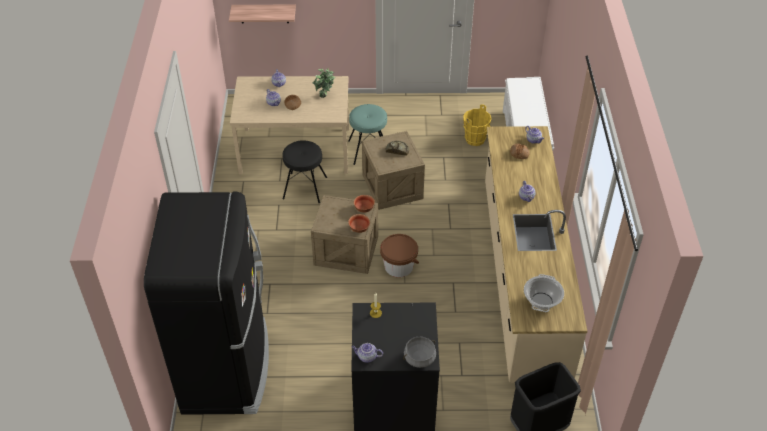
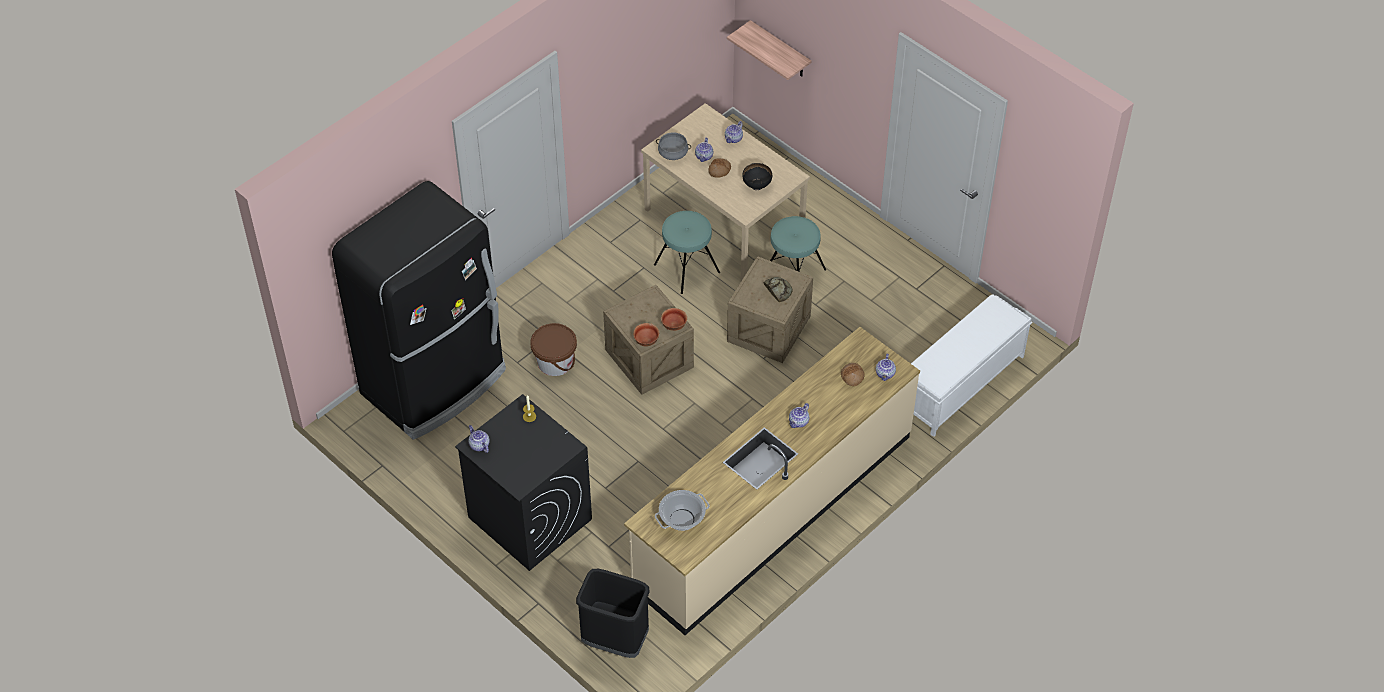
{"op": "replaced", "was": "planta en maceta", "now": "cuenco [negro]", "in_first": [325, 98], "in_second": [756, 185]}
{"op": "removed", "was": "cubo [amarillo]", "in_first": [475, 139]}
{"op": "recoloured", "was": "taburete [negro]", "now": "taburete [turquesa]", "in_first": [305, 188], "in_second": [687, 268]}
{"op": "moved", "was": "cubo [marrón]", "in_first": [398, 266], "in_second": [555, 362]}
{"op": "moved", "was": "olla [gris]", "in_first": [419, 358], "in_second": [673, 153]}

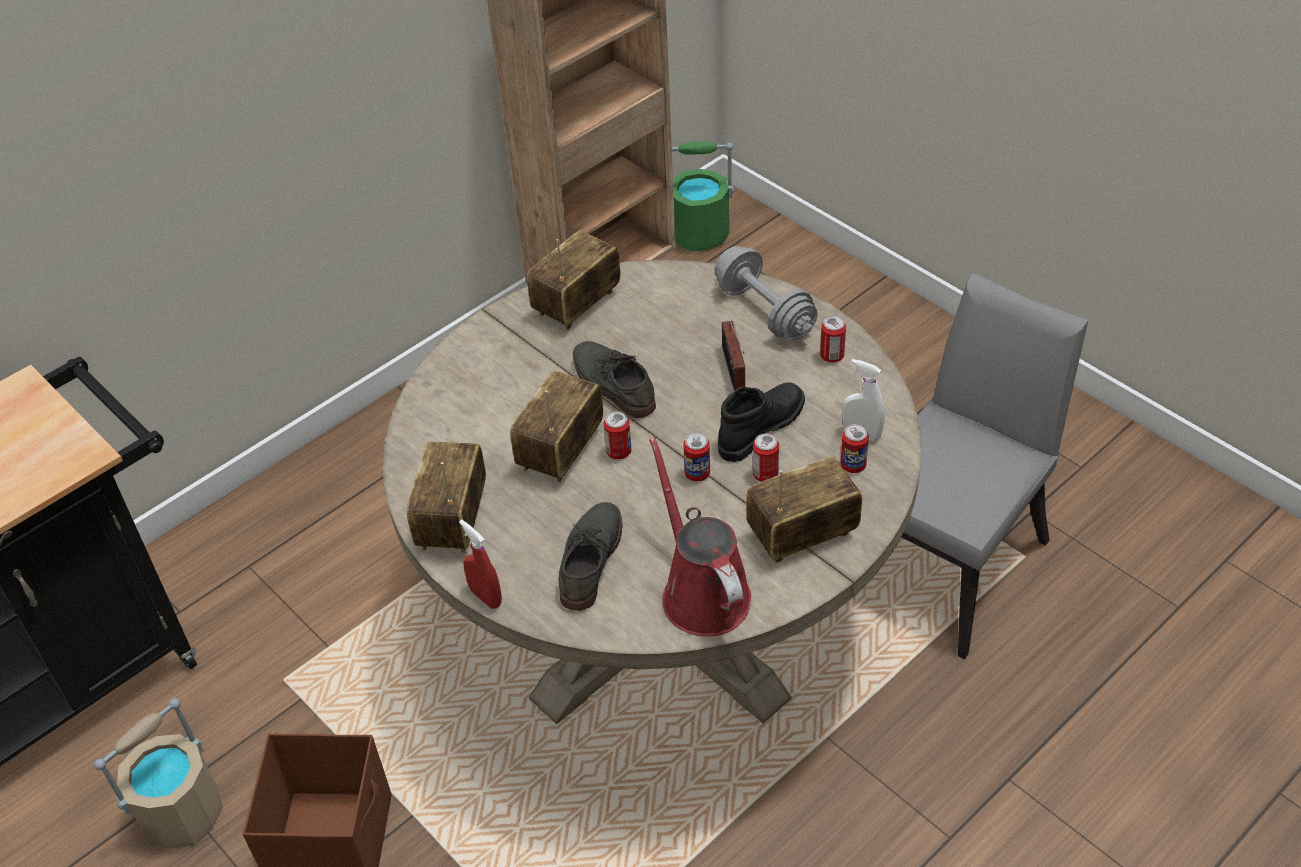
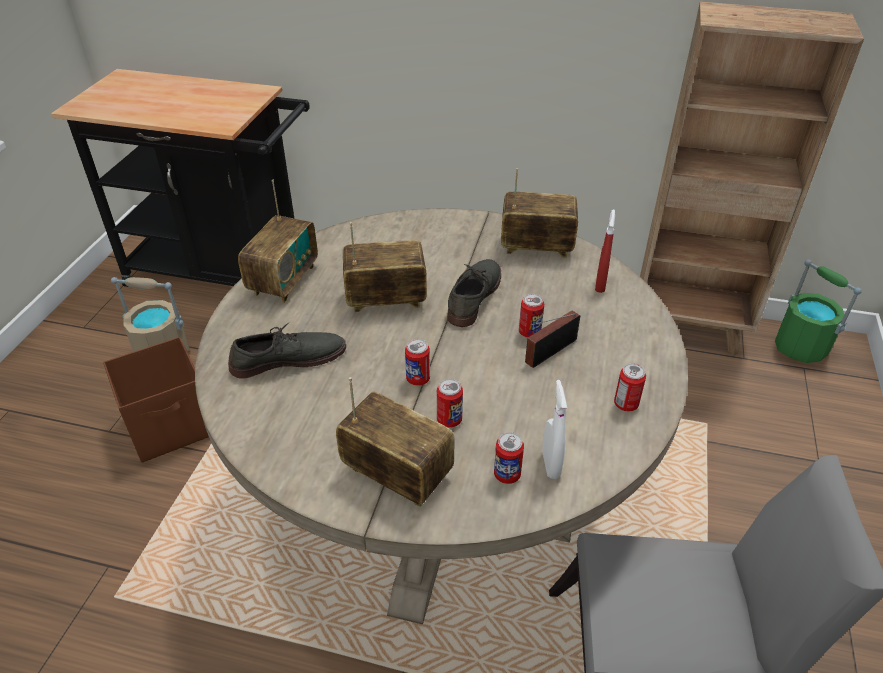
{"op": "removed", "was": "mancuerna [gris]", "in_first": [764, 311]}
{"op": "removed", "was": "bota [negro]", "in_first": [759, 427]}
{"op": "moved", "was": "lata", "in_first": [619, 452], "in_second": [529, 332]}
{"op": "removed", "was": "regadera [rojo]", "in_first": [701, 592]}
{"op": "turned", "was": "radio", "in_first": [453, 520], "in_second": [283, 280], "clockwise": 135}
{"op": "moved", "was": "pulverizador [rojo]", "in_first": [485, 597], "in_second": [600, 284]}

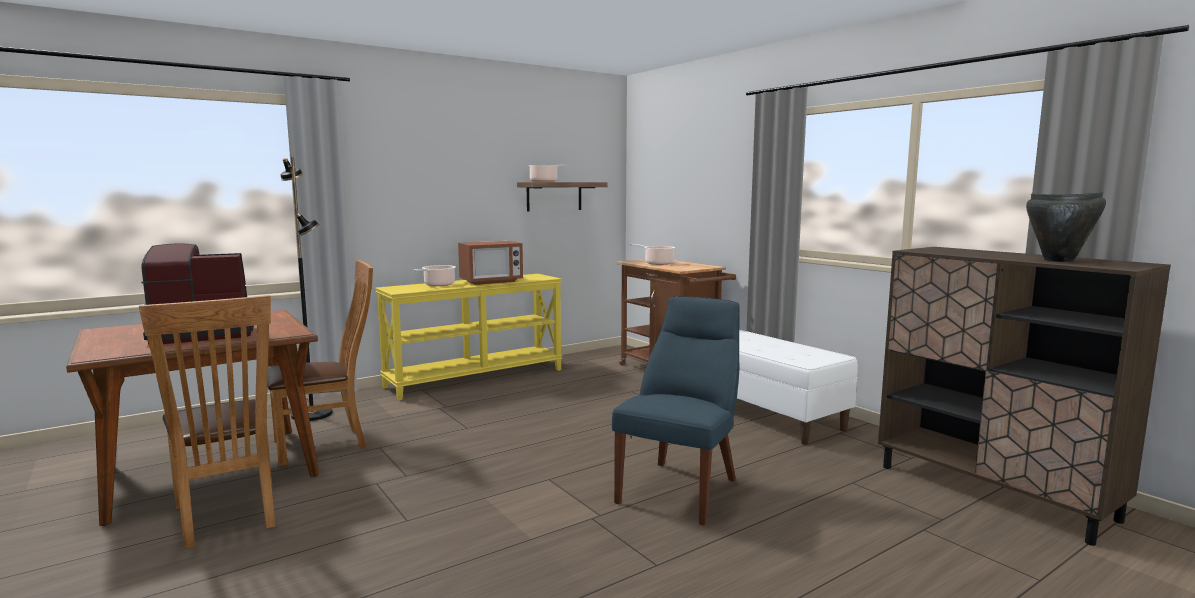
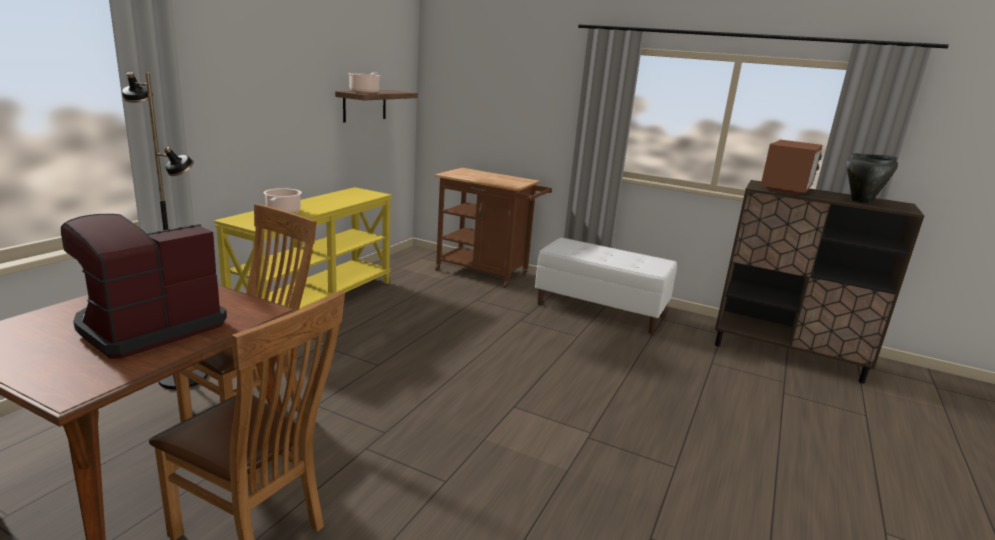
{"op": "moved", "was": "microondas", "in_first": [491, 281], "in_second": [786, 189]}
{"op": "removed", "was": "olla", "in_first": [657, 263]}
{"op": "removed", "was": "silla [azul]", "in_first": [681, 488]}

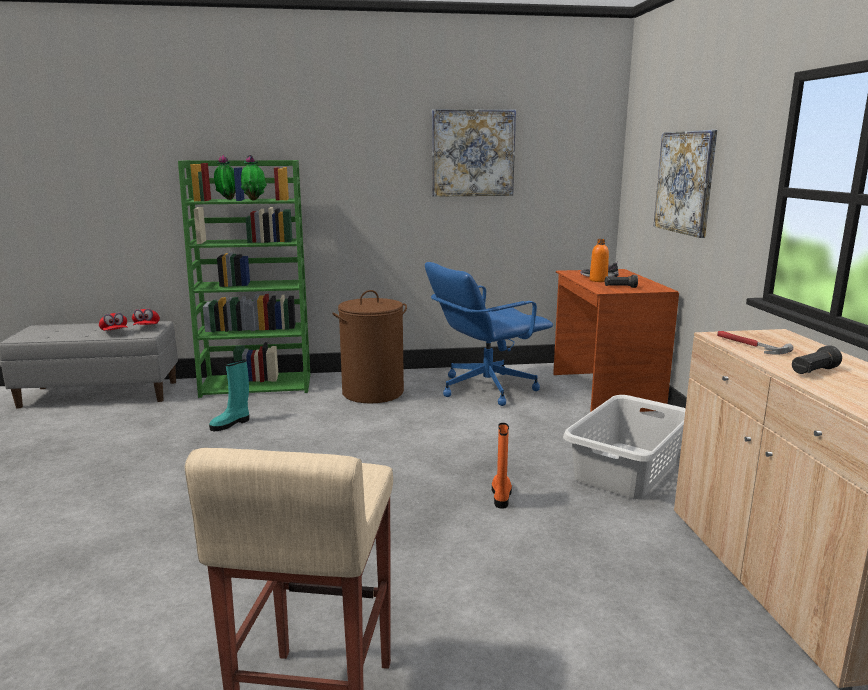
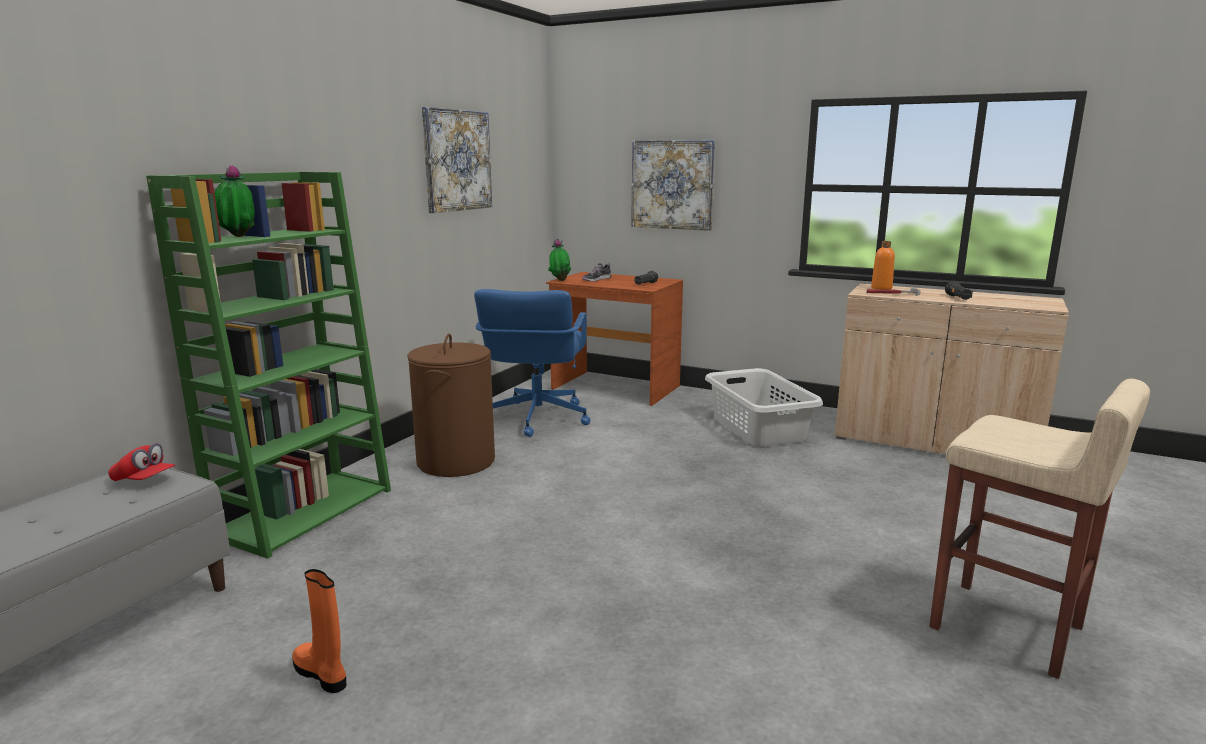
{"op": "moved", "was": "planta en maceta", "in_first": [254, 200], "in_second": [560, 280]}
{"op": "moved", "was": "botella [naranja]", "in_first": [598, 280], "in_second": [881, 288]}
{"op": "removed", "was": "gorra [rojo]", "in_first": [114, 333]}
{"op": "removed", "was": "bota [turquesa]", "in_first": [231, 424]}
{"op": "moved", "was": "bota [naranja]", "in_first": [501, 496], "in_second": [322, 674]}

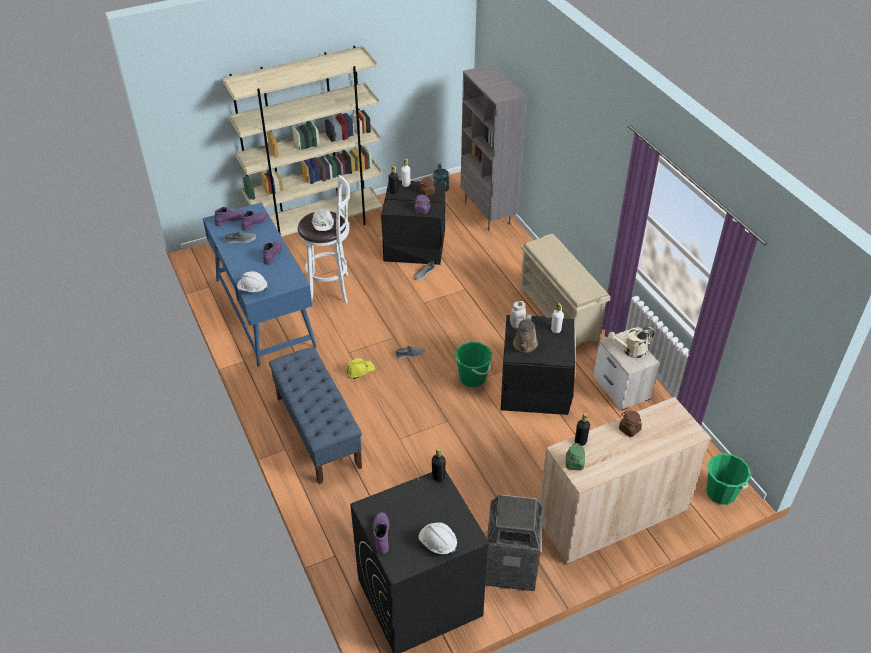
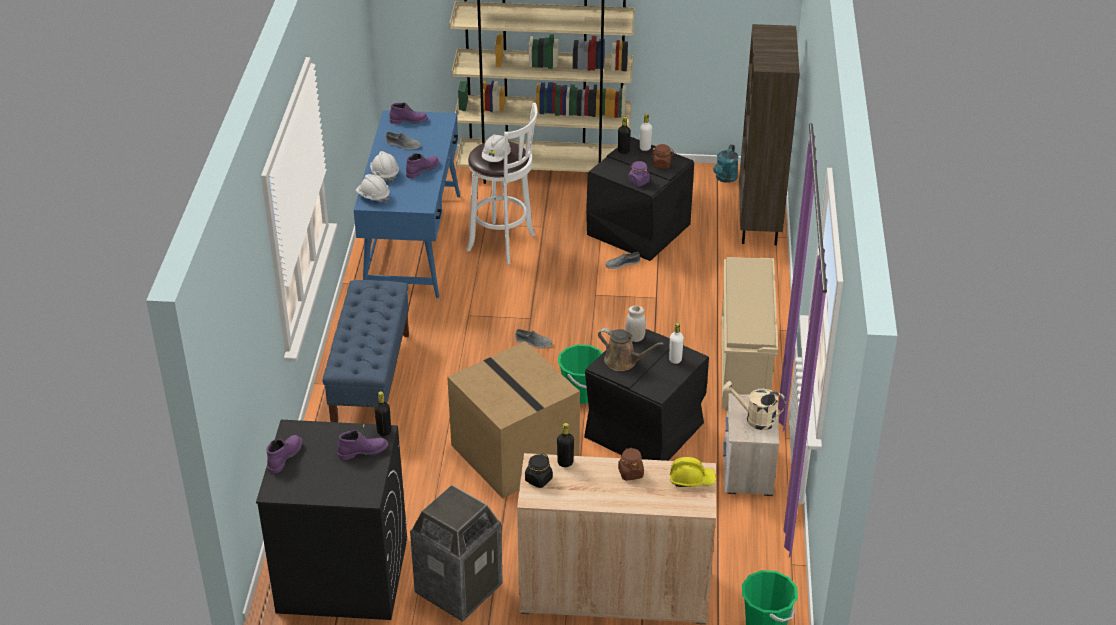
{"op": "recoloured", "was": "estantería [gris]", "now": "estantería [marrón]", "in_first": [488, 213], "in_second": [759, 223]}
{"op": "moved", "was": "bota [morado]", "in_first": [255, 223], "in_second": [363, 451]}
{"op": "turned", "was": "regadera [marrón]", "in_first": [525, 345], "in_second": [623, 361], "clockwise": -105}
{"op": "moved", "was": "casco [amarillo]", "in_first": [359, 371], "in_second": [691, 479]}
{"op": "recoloured", "was": "tarro [verde]", "now": "tarro [negro]", "in_first": [574, 463], "in_second": [538, 479]}
{"op": "moved", "was": "casco [blanco]", "in_first": [437, 543], "in_second": [384, 174]}
{"op": "added", "now": "caja de cartón", "in_second": [512, 452]}

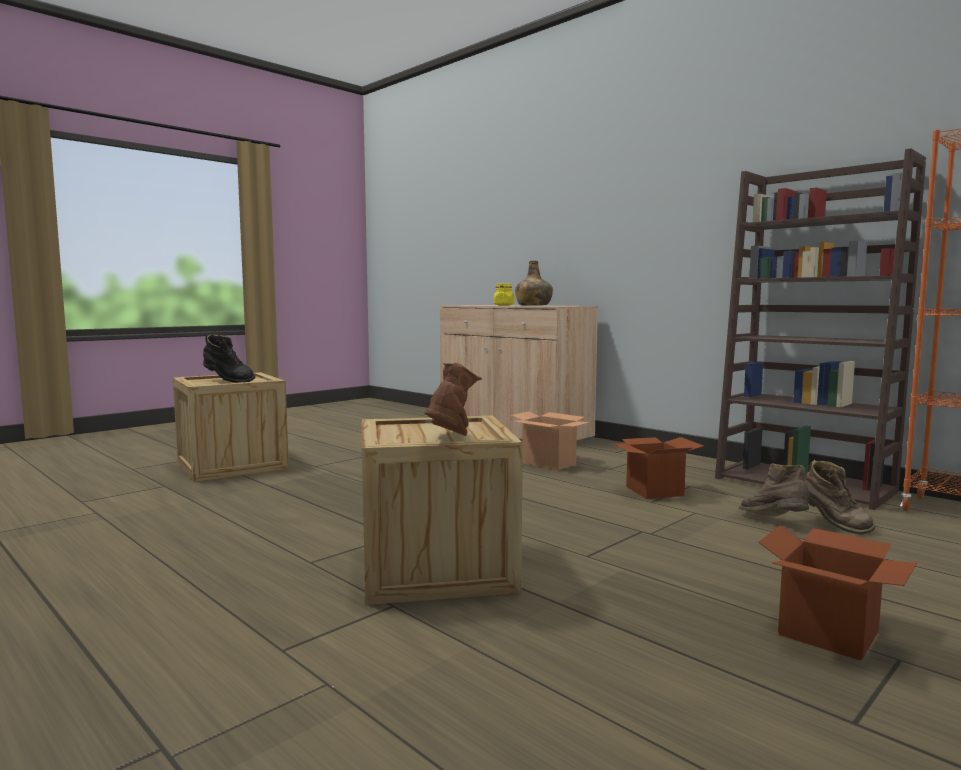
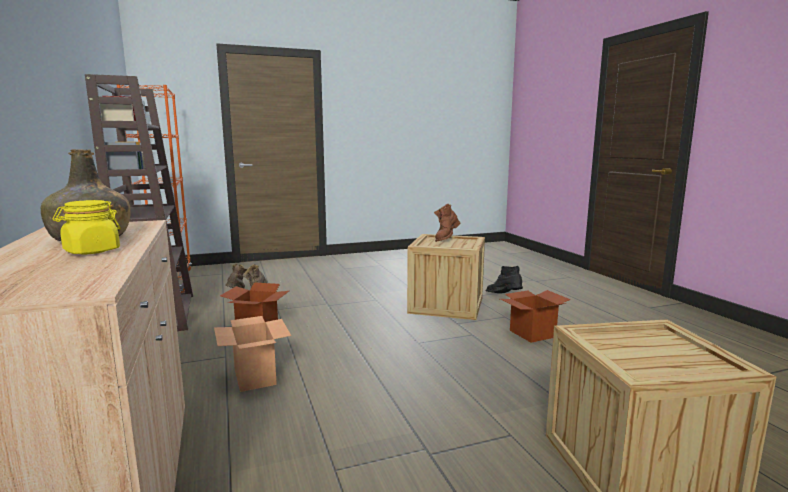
{"op": "moved", "was": "bota [negro]", "in_first": [227, 381], "in_second": [504, 296]}
{"op": "moved", "was": "caja de cartón", "in_first": [827, 633], "in_second": [532, 334]}

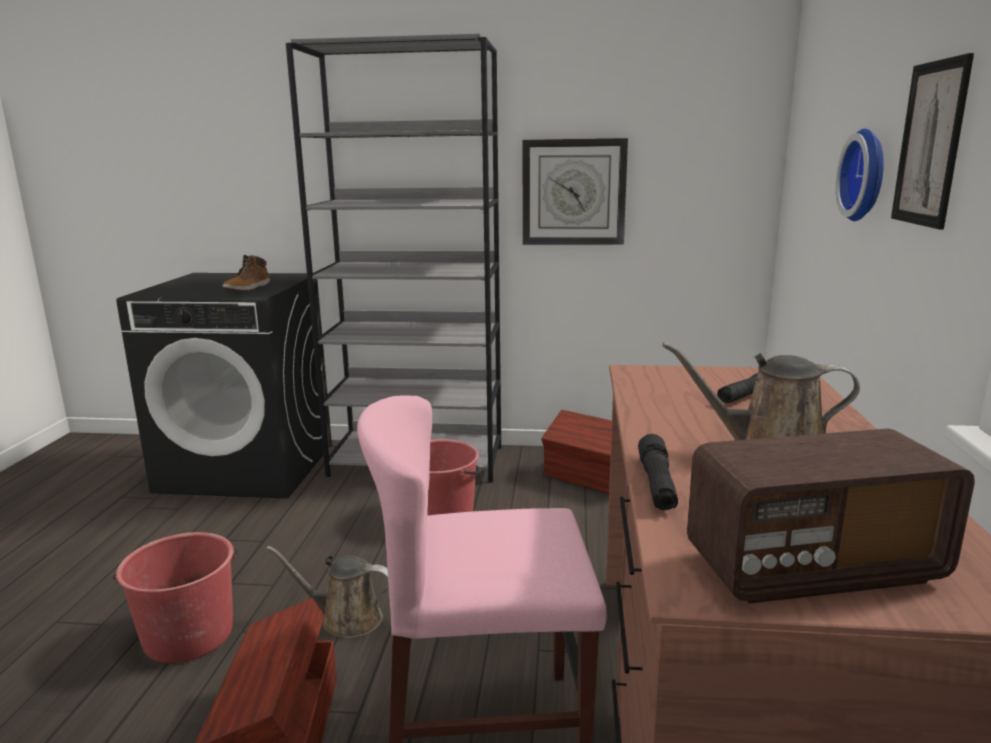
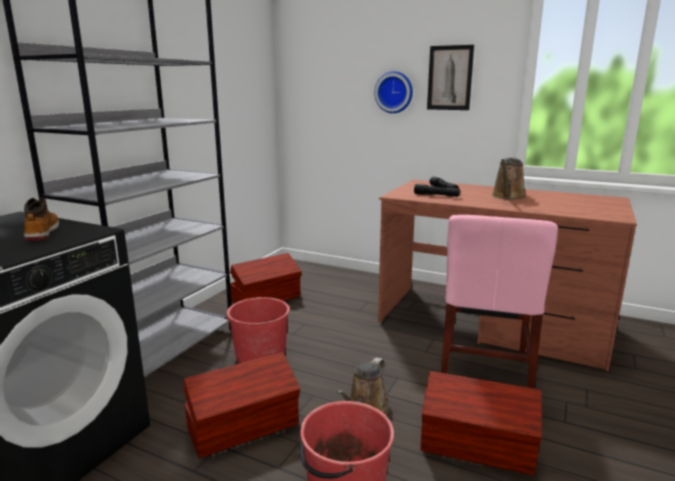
{"op": "removed", "was": "reloj de pared", "in_first": [573, 192]}
{"op": "turned", "was": "bota", "in_first": [248, 288], "in_second": [42, 232], "clockwise": -150}
{"op": "removed", "was": "radio", "in_first": [813, 568]}
{"op": "moved", "was": "linterna [negro]", "in_first": [657, 484], "in_second": [436, 195]}
{"op": "added", "now": "caja de almacenaje [marrón]", "in_second": [245, 427]}

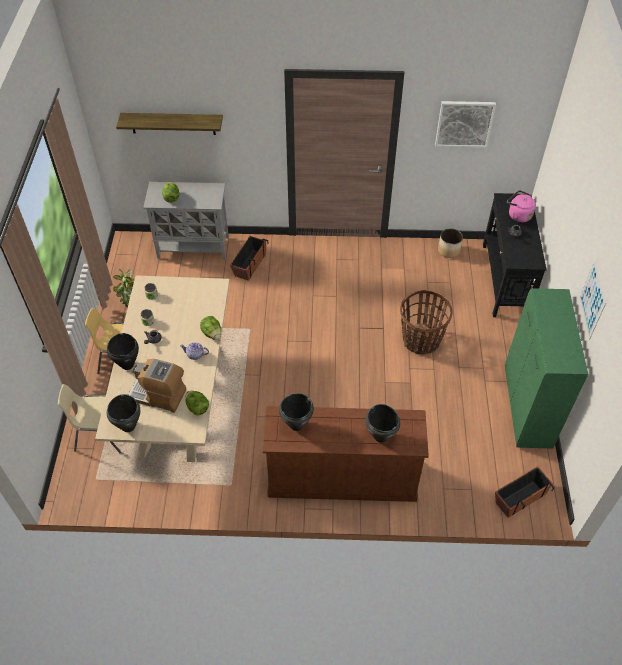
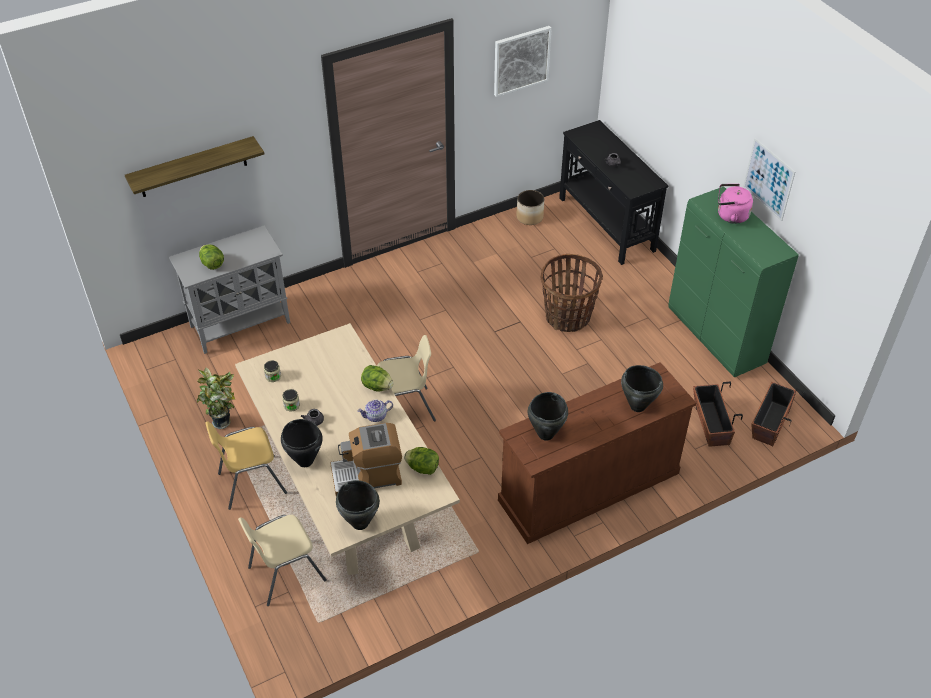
{"op": "moved", "was": "hervidor [rosa]", "in_first": [518, 215], "in_second": [730, 216]}
{"op": "moved", "was": "maceta", "in_first": [250, 264], "in_second": [710, 424]}
{"op": "added", "now": "silla [beis]", "in_second": [405, 409]}

